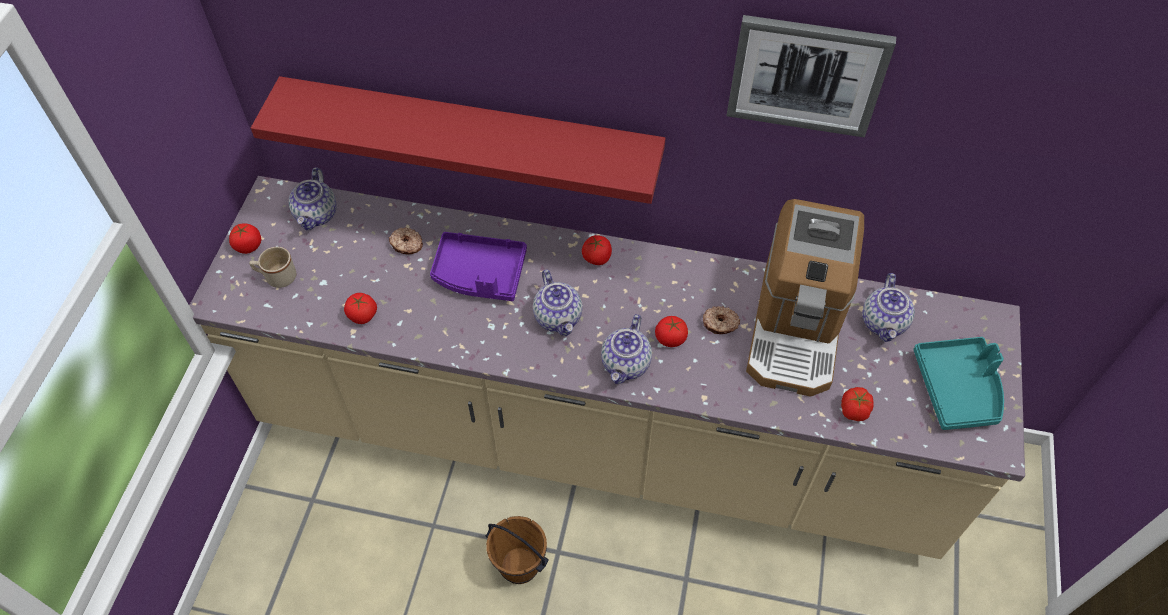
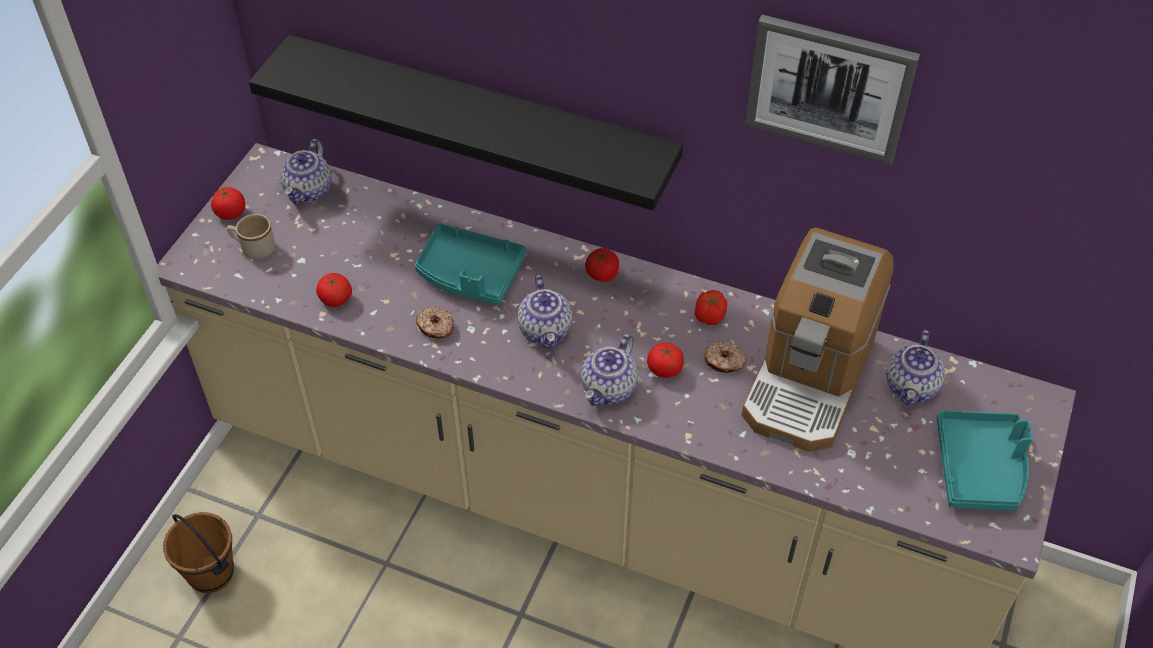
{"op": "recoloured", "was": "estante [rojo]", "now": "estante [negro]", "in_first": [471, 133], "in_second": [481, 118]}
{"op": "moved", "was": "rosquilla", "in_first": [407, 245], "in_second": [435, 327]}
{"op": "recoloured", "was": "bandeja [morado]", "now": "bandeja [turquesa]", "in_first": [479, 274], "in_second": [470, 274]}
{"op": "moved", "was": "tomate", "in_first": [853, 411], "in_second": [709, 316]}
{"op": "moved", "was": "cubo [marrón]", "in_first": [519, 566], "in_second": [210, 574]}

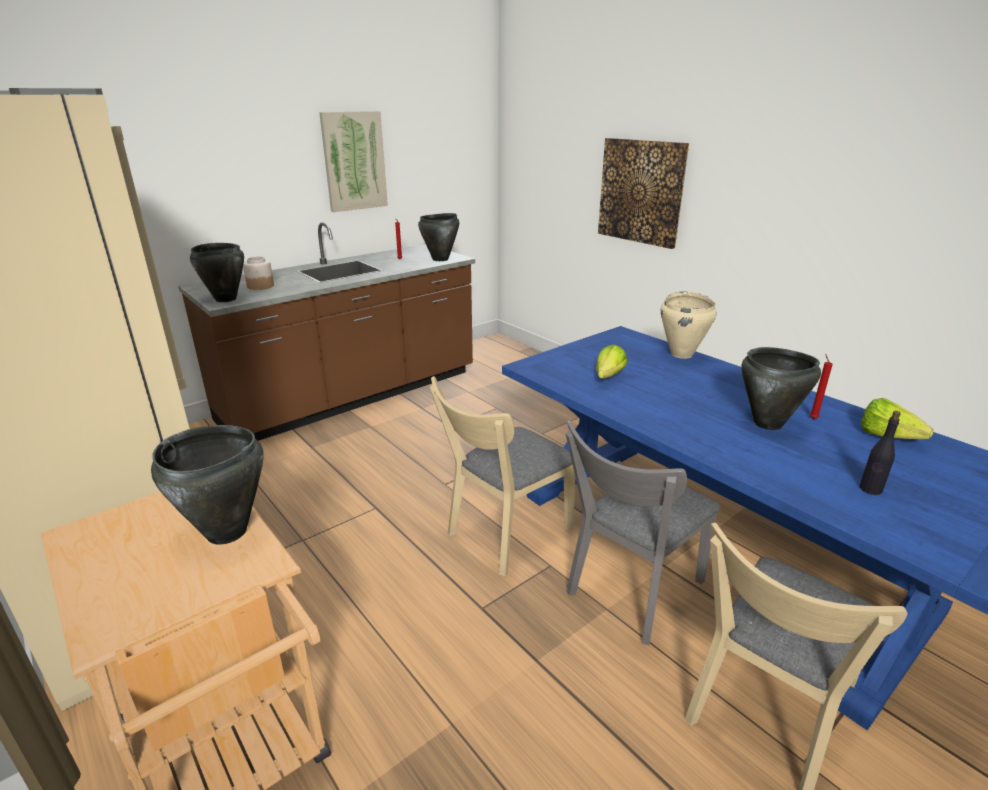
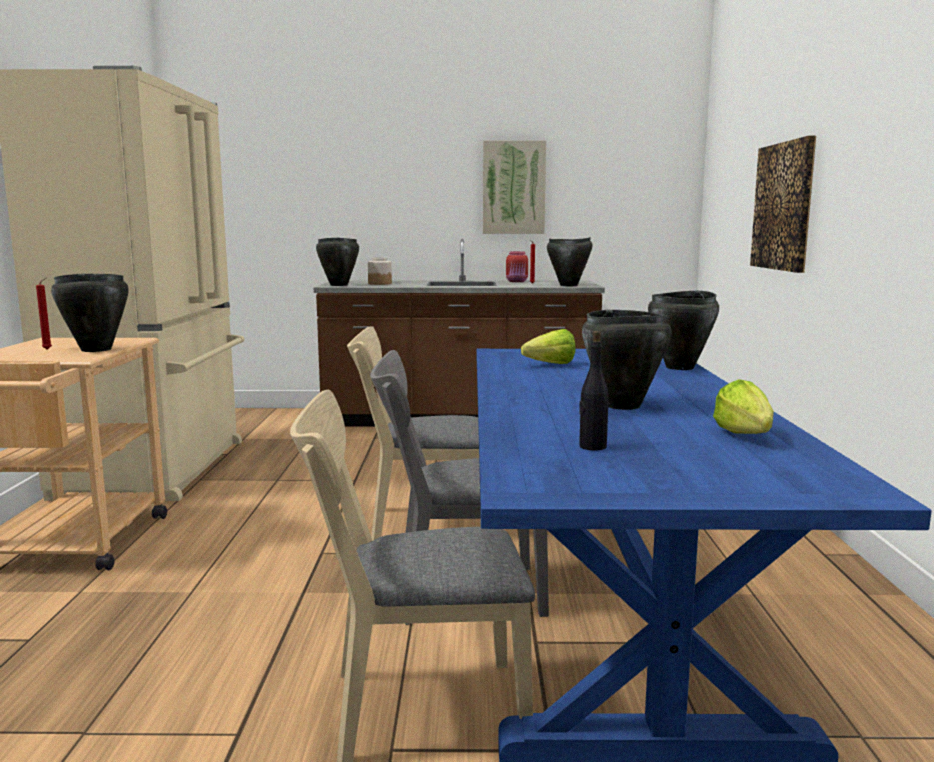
{"op": "recoloured", "was": "olla [beis]", "now": "olla [negro]", "in_first": [682, 354], "in_second": [680, 367]}
{"op": "moved", "was": "vela [rojo]", "in_first": [812, 418], "in_second": [48, 349]}
{"op": "added", "now": "tarro [rojo]", "in_second": [517, 281]}

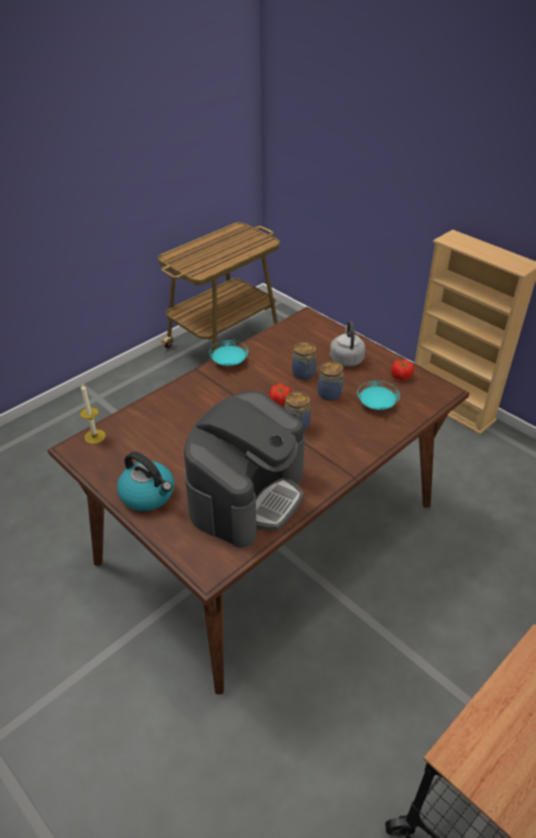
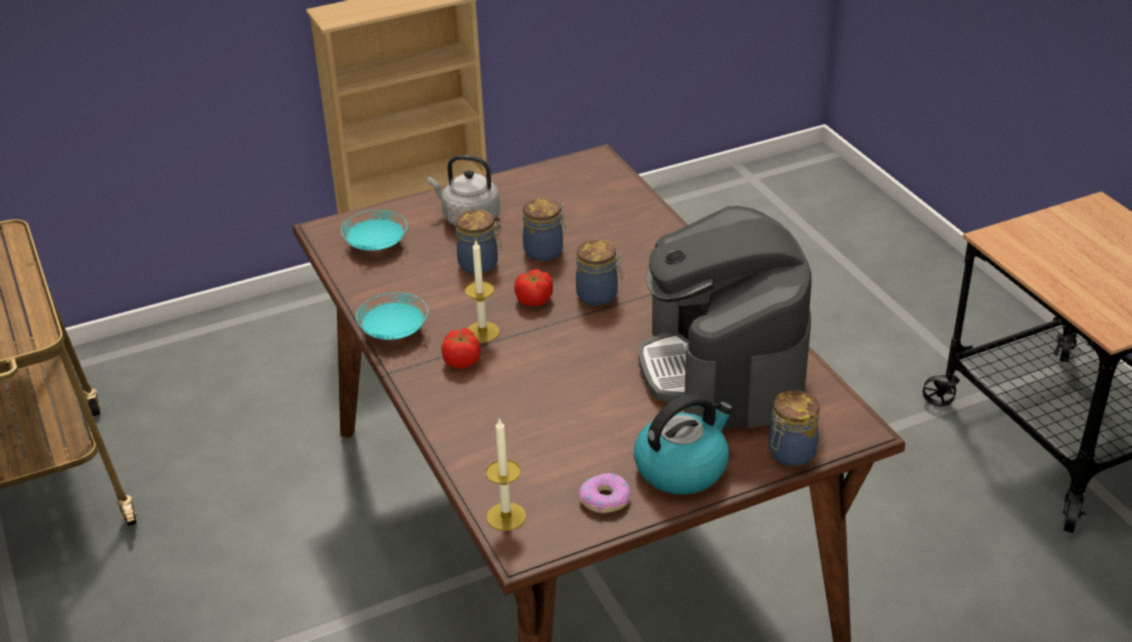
{"op": "moved", "was": "tomate", "in_first": [401, 376], "in_second": [462, 361]}
{"op": "moved", "was": "plato [turquesa]", "in_first": [377, 404], "in_second": [376, 245]}
{"op": "turned", "was": "cafetera", "in_first": [247, 494], "in_second": [723, 369], "clockwise": -150}
{"op": "added", "now": "vela", "in_second": [482, 332]}
{"op": "added", "now": "tarro", "in_second": [790, 454]}
{"op": "added", "now": "rosquilla", "in_second": [605, 499]}

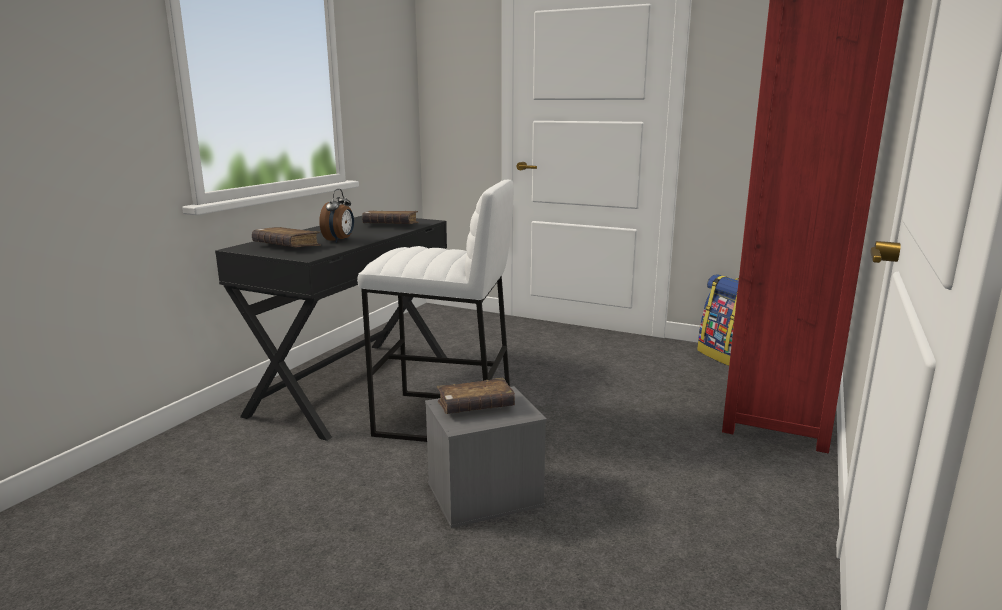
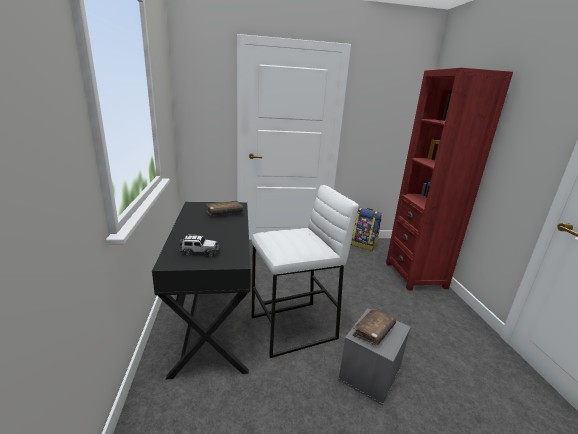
{"op": "removed", "was": "despertador", "in_first": [340, 240]}
{"op": "replaced", "was": "libro [marrón]", "now": "coche de juguete", "in_first": [287, 246], "in_second": [200, 252]}

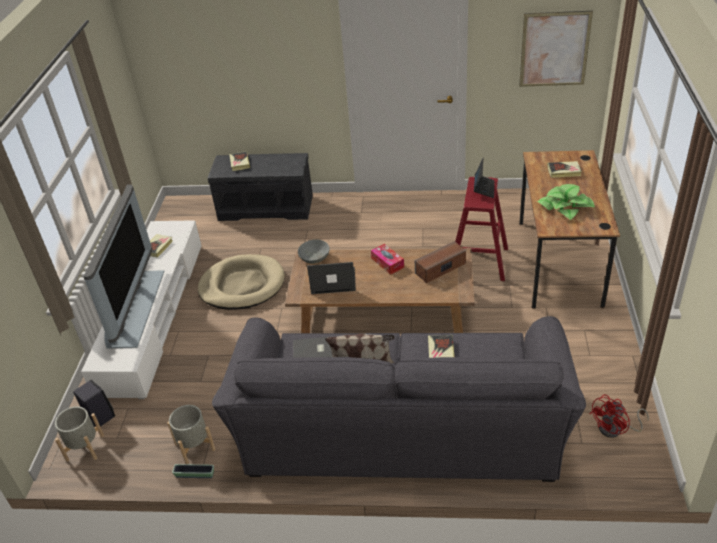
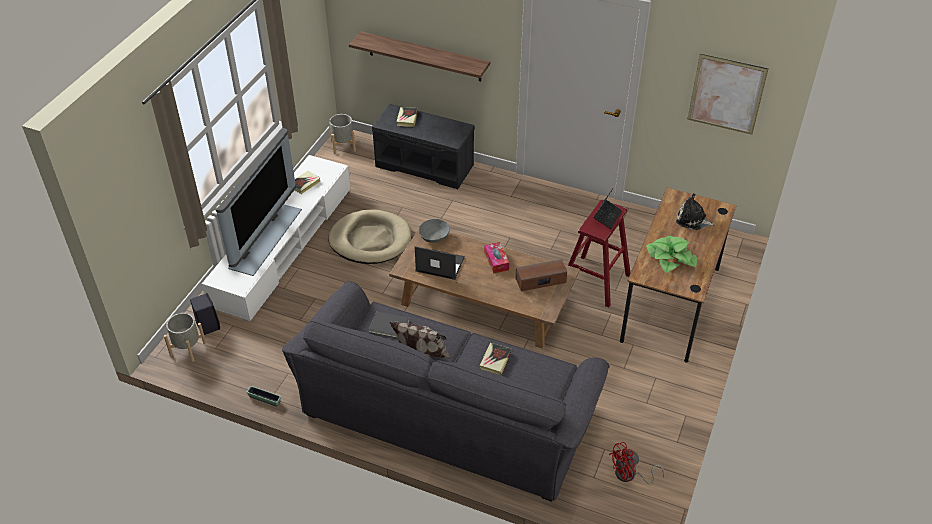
{"op": "replaced", "was": "libro", "now": "peluche", "in_first": [564, 171], "in_second": [693, 220]}
{"op": "moved", "was": "maceta [gris]", "in_first": [195, 446], "in_second": [343, 145]}
{"op": "added", "now": "estante", "in_second": [424, 56]}

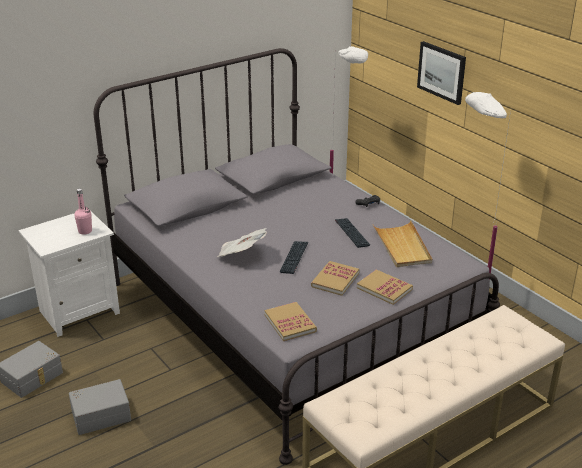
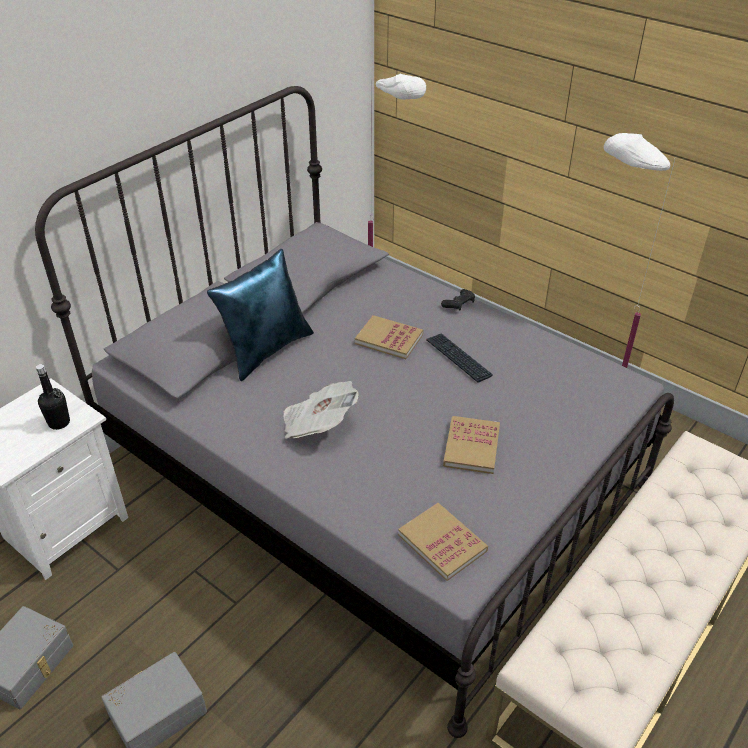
{"op": "removed", "was": "cuadro", "in_first": [442, 72]}
{"op": "recoloured", "was": "botella [rosa]", "now": "botella [negro]", "in_first": [85, 231], "in_second": [59, 422]}
{"op": "removed", "was": "bandeja [beis]", "in_first": [402, 246]}
{"op": "removed", "was": "teclado", "in_first": [294, 258]}
{"op": "moved", "was": "libro", "in_first": [384, 288], "in_second": [389, 339]}
{"op": "added", "now": "cojín [azul]", "in_second": [266, 350]}

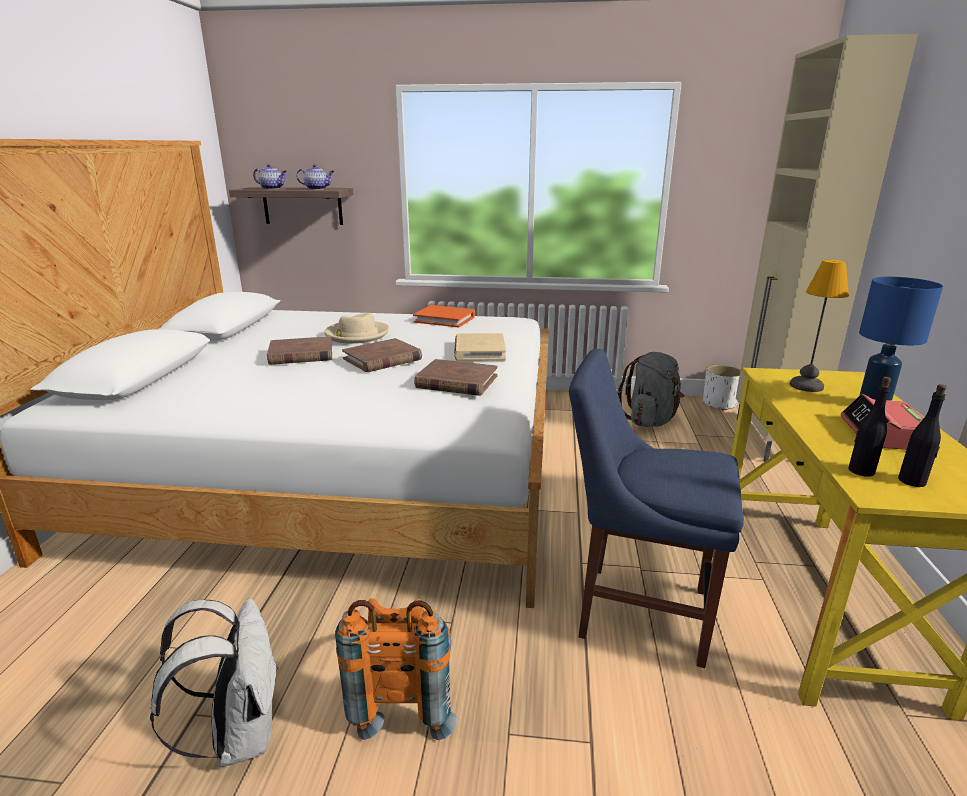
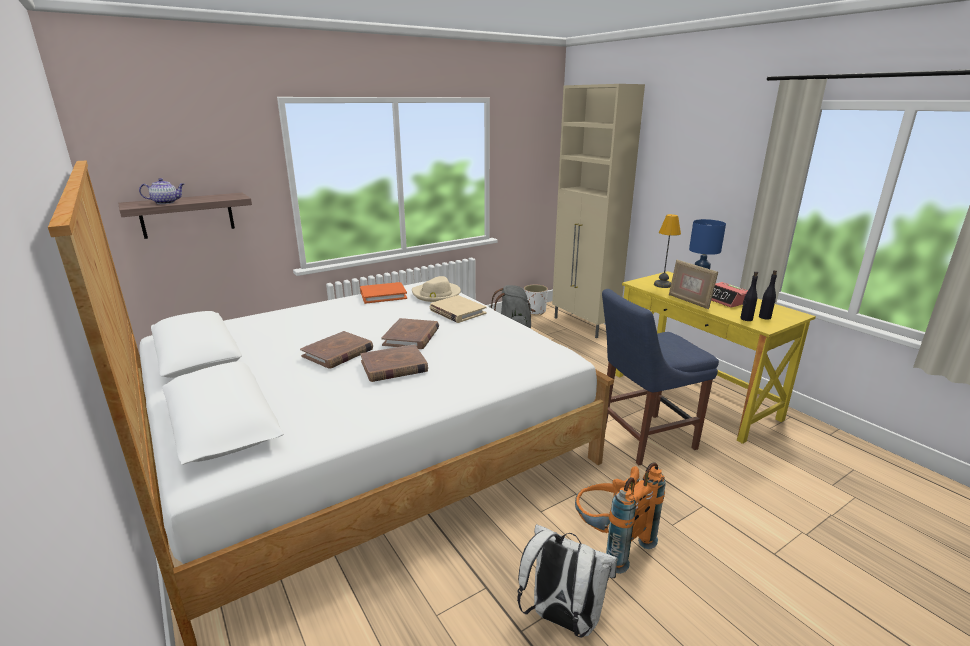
{"op": "removed", "was": "tetera", "in_first": [317, 189]}
{"op": "moved", "was": "sombrero [beis]", "in_first": [356, 335], "in_second": [436, 294]}
{"op": "moved", "was": "libro [marrón]", "in_first": [456, 382], "in_second": [394, 366]}
{"op": "added", "now": "portarretratos", "in_second": [689, 301]}

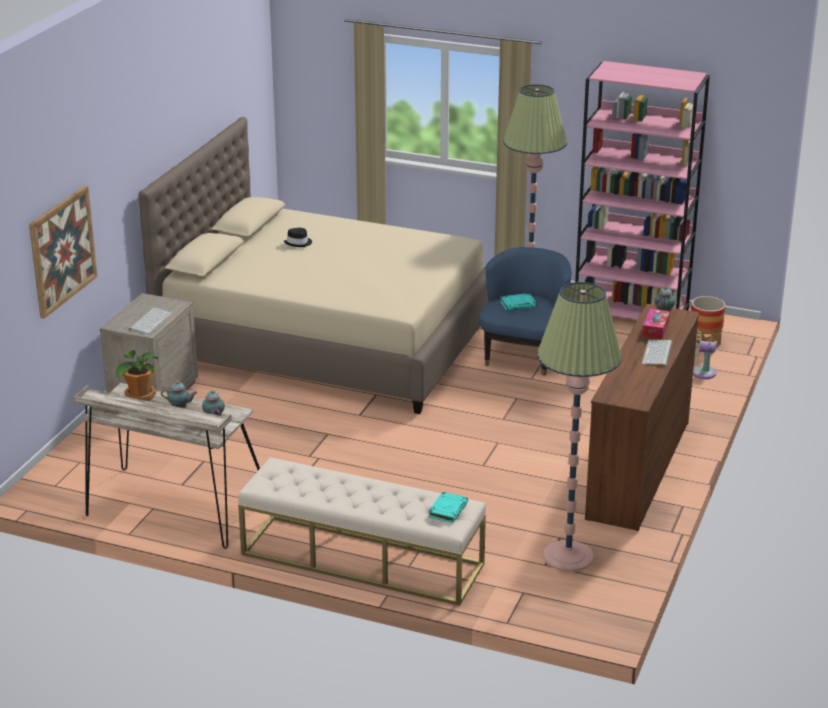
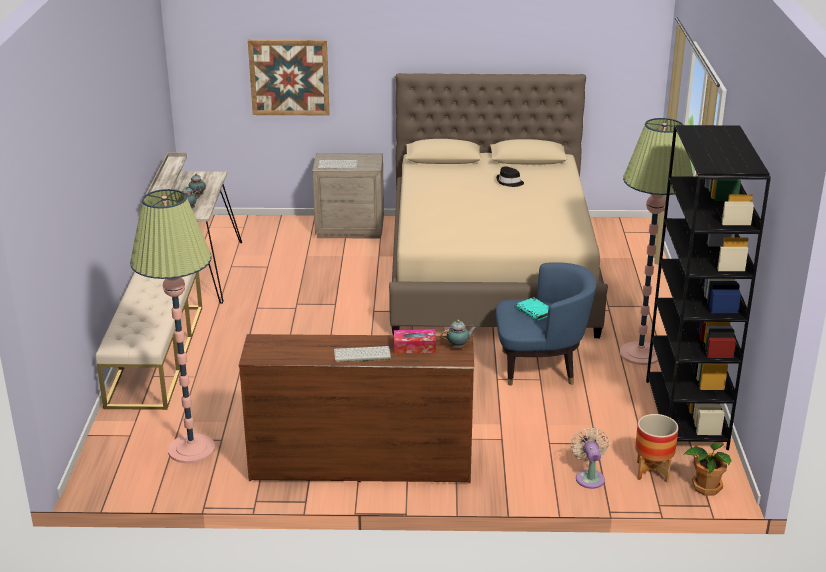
{"op": "recoloured", "was": "estantería [rosa]", "now": "estantería [negro]", "in_first": [632, 313], "in_second": [686, 414]}
{"op": "moved", "was": "planta en maceta", "in_first": [139, 397], "in_second": [705, 487]}
{"op": "removed", "was": "libro [turquesa]", "in_first": [448, 510]}

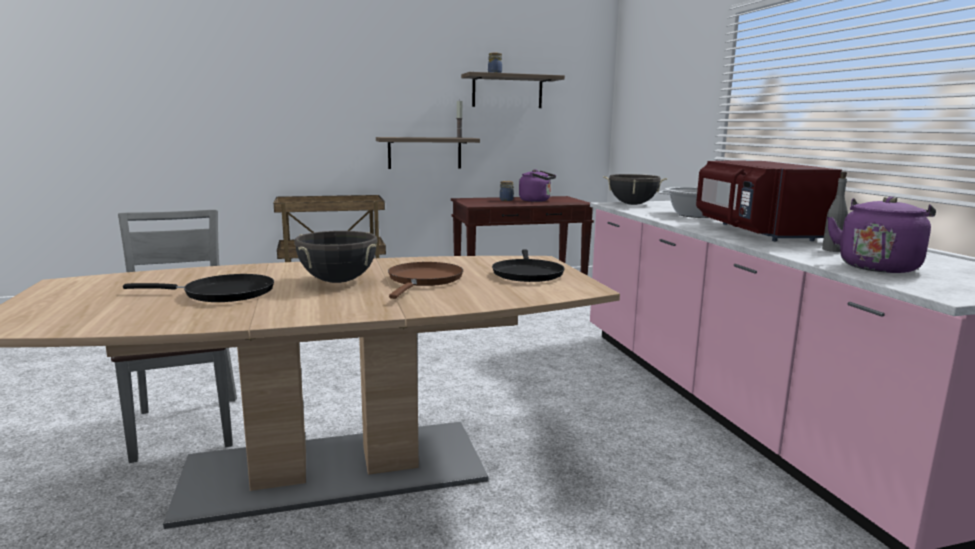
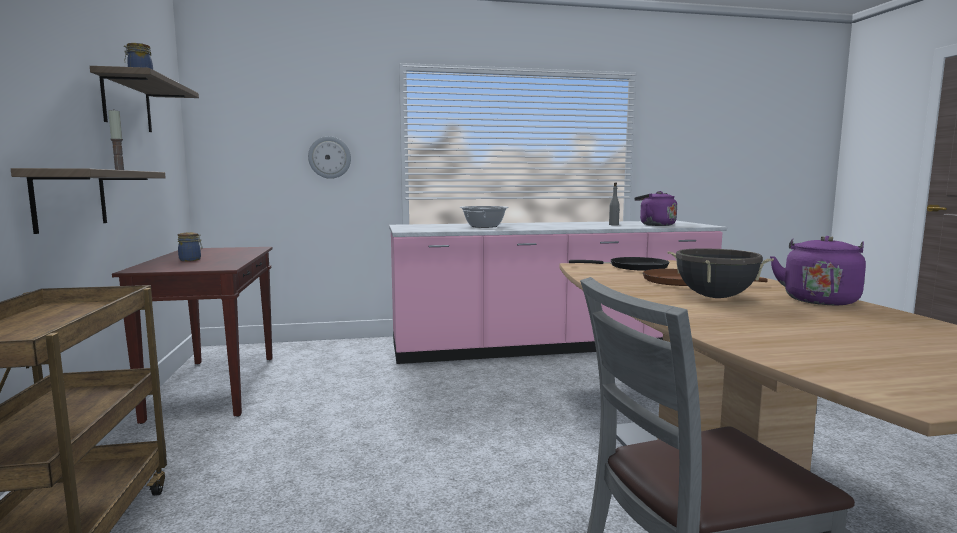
{"op": "removed", "was": "microondas [rojo]", "in_first": [754, 231]}
{"op": "moved", "was": "hervidor [morado]", "in_first": [537, 200], "in_second": [819, 300]}
{"op": "removed", "was": "olla [negro]", "in_first": [632, 204]}
{"op": "removed", "was": "sartén [negro]", "in_first": [223, 293]}
{"op": "added", "now": "reloj de pared", "in_second": [329, 157]}

